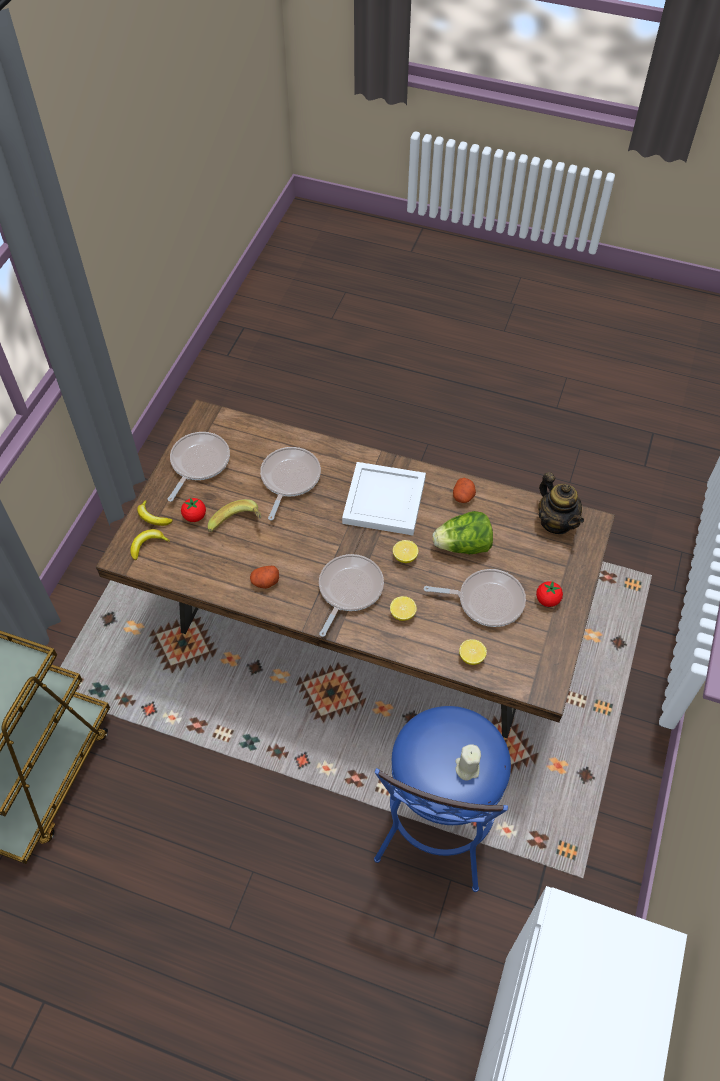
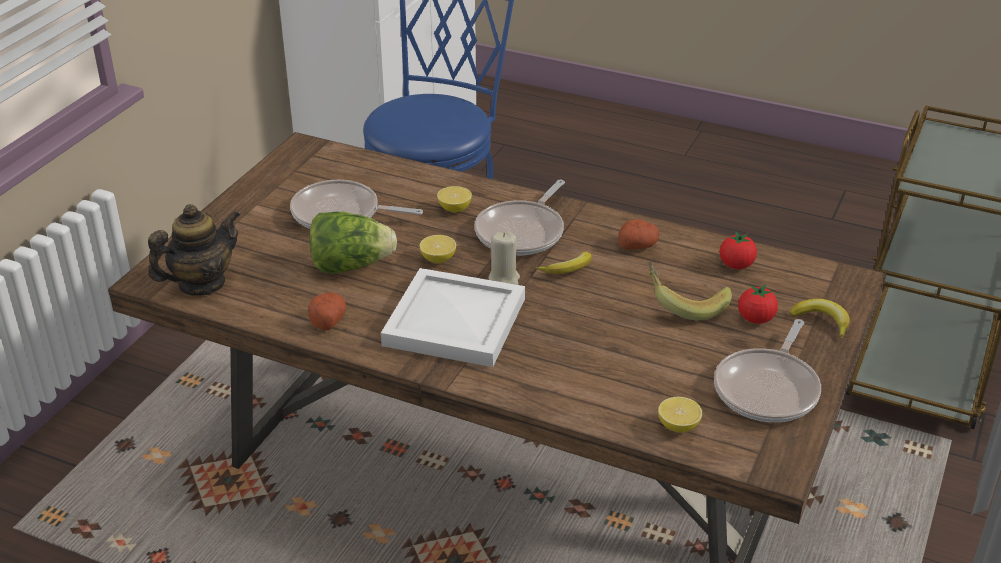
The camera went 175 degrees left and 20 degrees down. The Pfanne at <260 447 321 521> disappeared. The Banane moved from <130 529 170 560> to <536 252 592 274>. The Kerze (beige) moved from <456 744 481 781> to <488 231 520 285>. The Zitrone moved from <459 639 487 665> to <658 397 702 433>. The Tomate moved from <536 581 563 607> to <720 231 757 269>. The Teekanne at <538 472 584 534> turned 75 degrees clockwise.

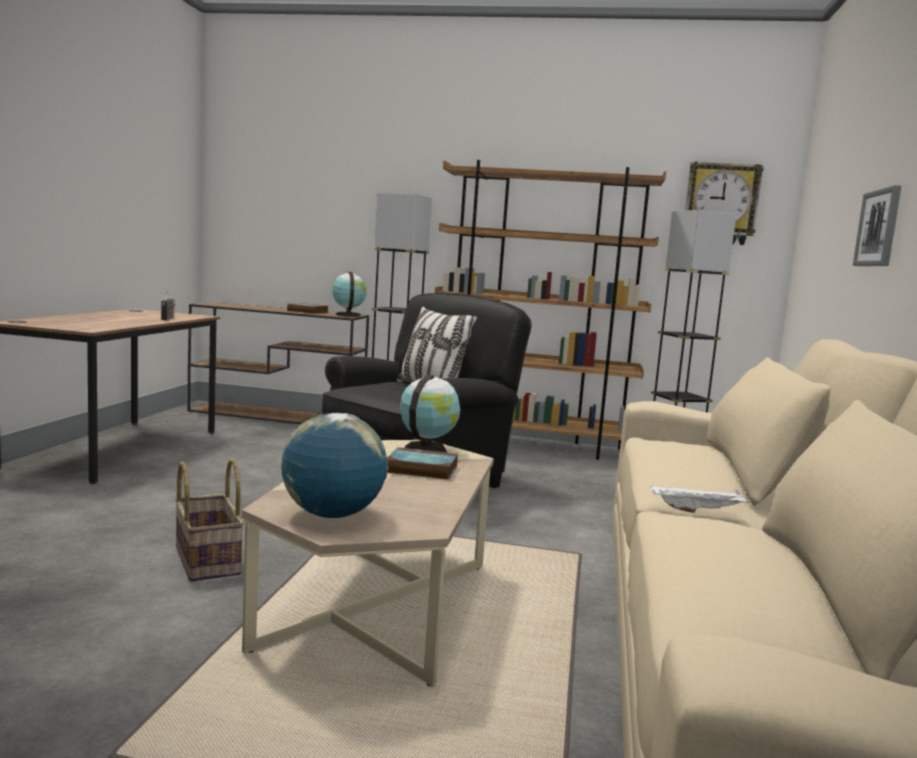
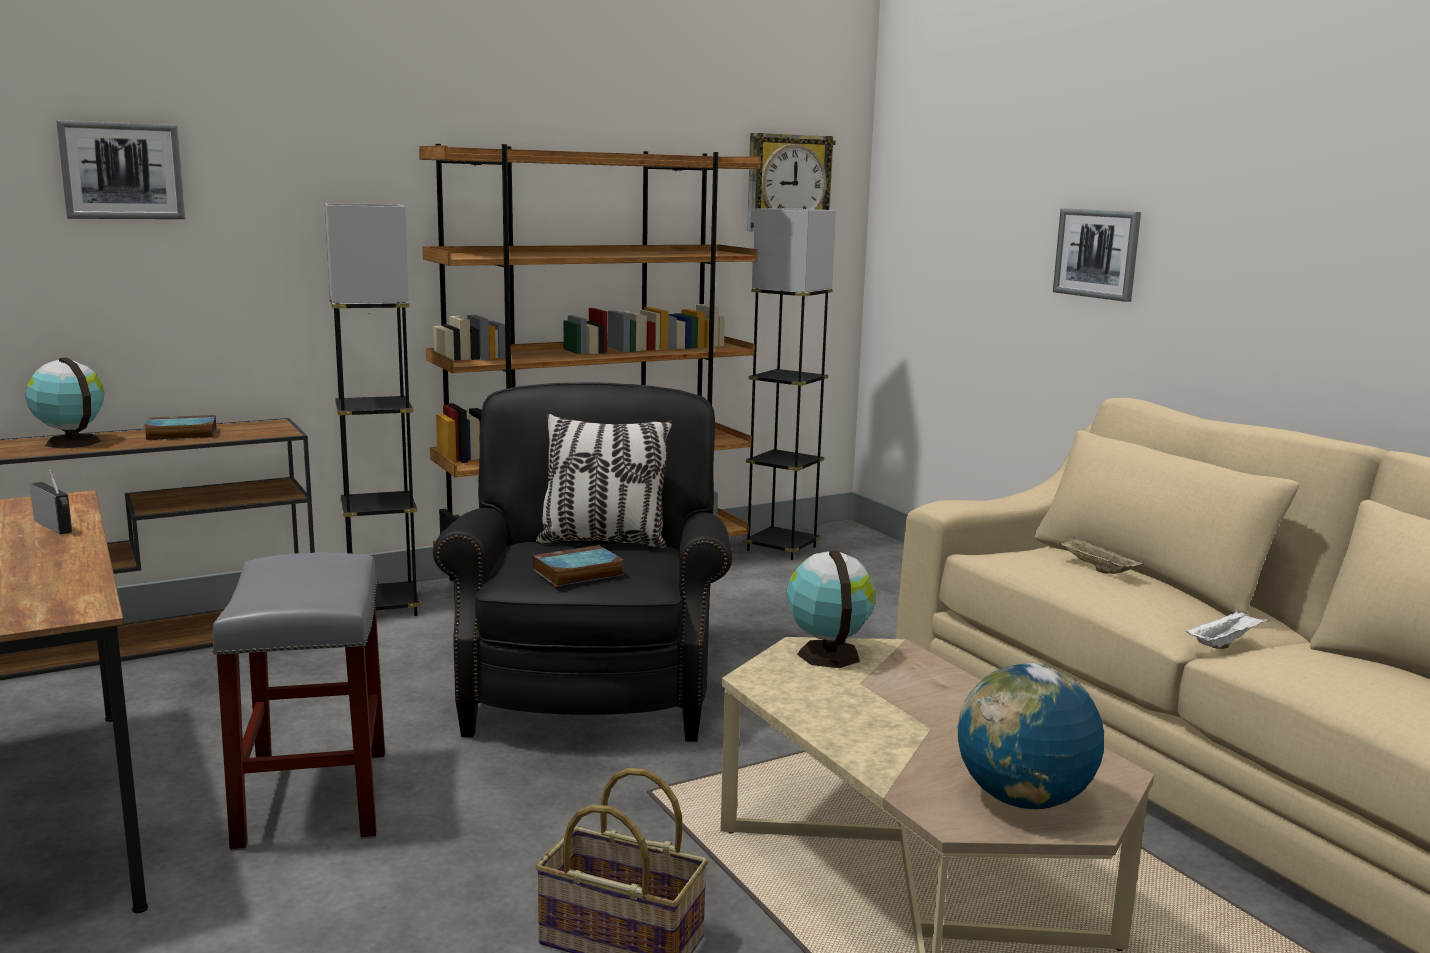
The camera went 40 degrees left and 5 degrees up. The Bild at <56 120 185 219> appeared. The Hocker (grau) at <212 552 385 851> appeared. The Tablett (beige) at <1057 537 1144 574> appeared. The Globus moved from <332 272 367 317> to <25 357 105 449>. The Buch moved from <387 447 458 480> to <533 545 623 586>.

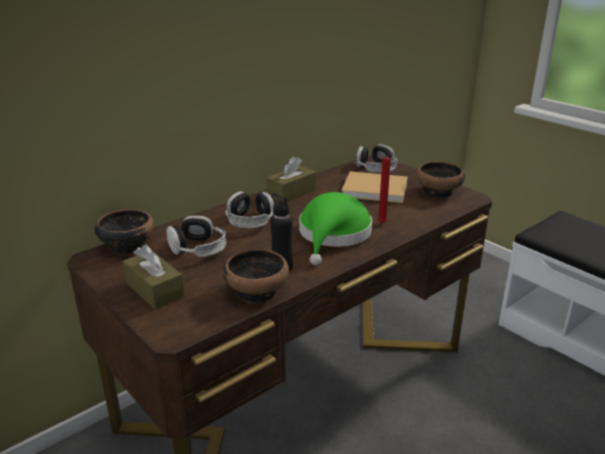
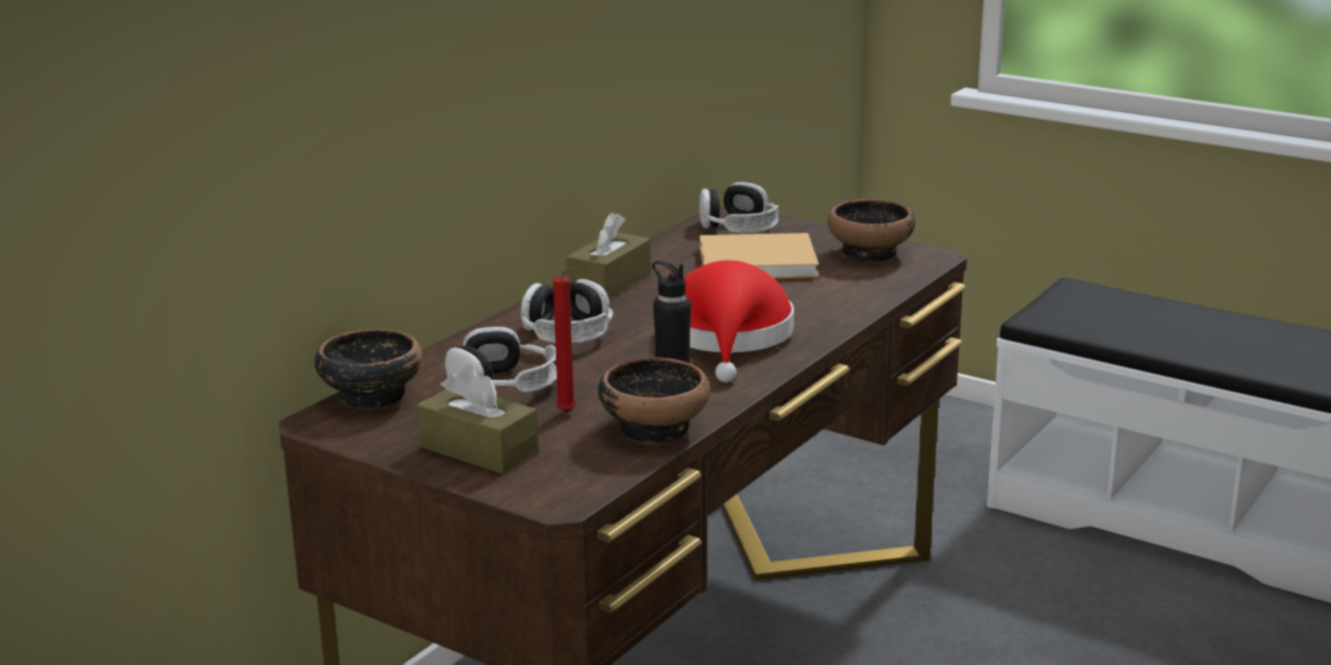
The camera went 15 degrees left and 5 degrees down. The Kerze (rot) moved from <377 153 393 223> to <553 267 576 413>. The Hut (grün) at <299 192 372 265> became the Hut (rot) at <684 260 794 382>.

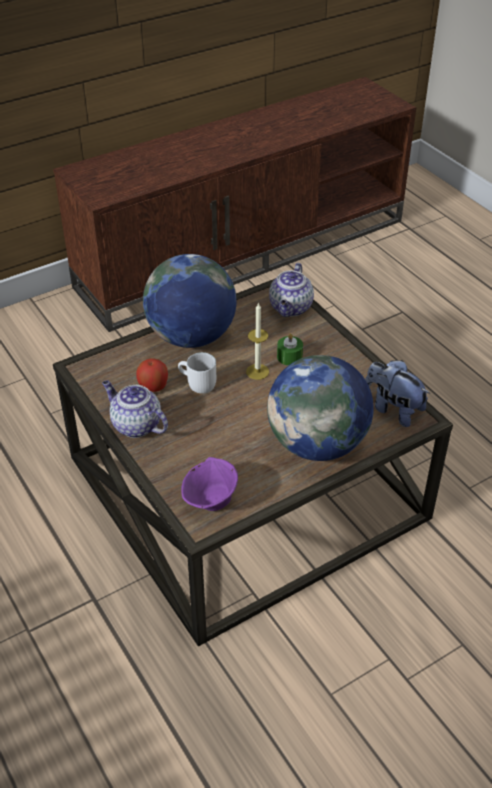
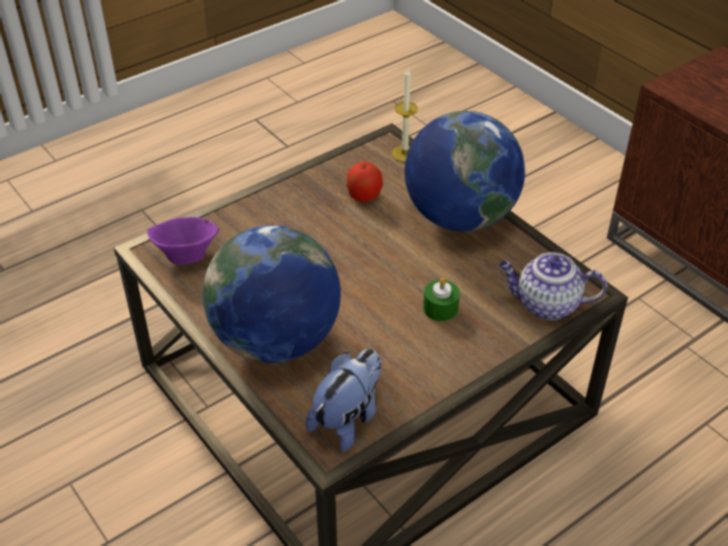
The camera went 85 degrees right and 0 degrees up. The Teekanne at <102 380 168 438> disappeared. The Henkelbecher (weiß) at <178 352 216 394> disappeared. The Kerze moved from <246 302 269 380> to <392 68 418 162>.

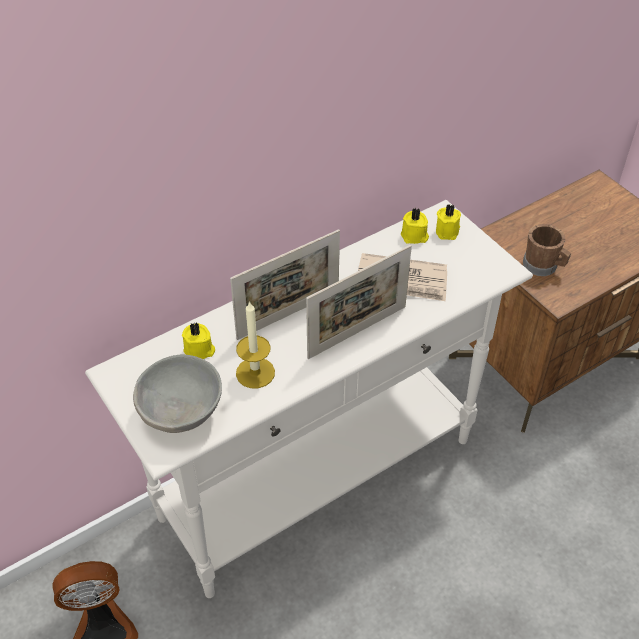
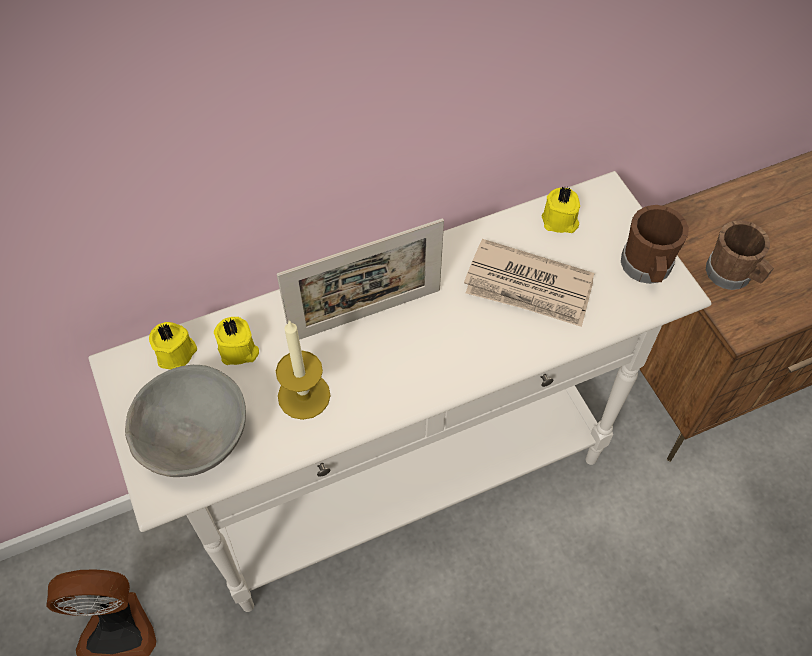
The camera went 10 degrees right and 10 degrees up. The Bilderrahmen at <306 245 412 359> disappeared. The Henkelbecher (braun) at <621 205 689 284> appeared. The Kerze (gelb) moved from <436 204 461 240> to <149 322 197 370>.

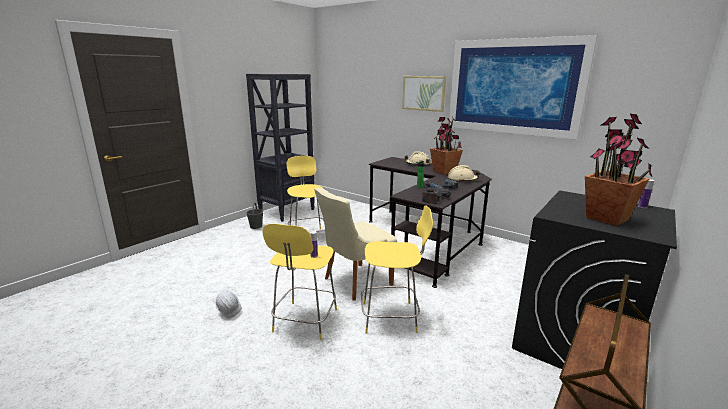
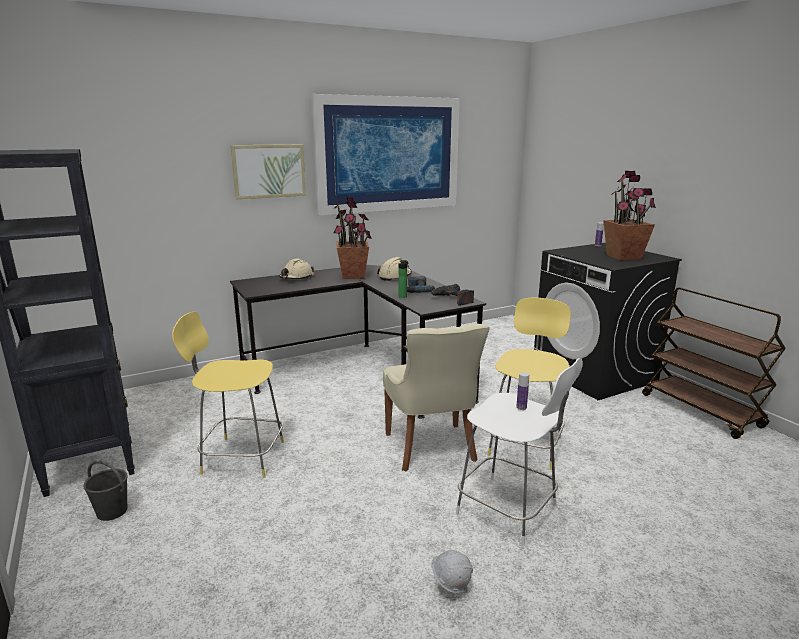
The camera went 65 degrees left and 0 degrees up. The Hocker (gelb) at <262 224 337 340> became the Hocker (weiß) at <456 358 583 546>.

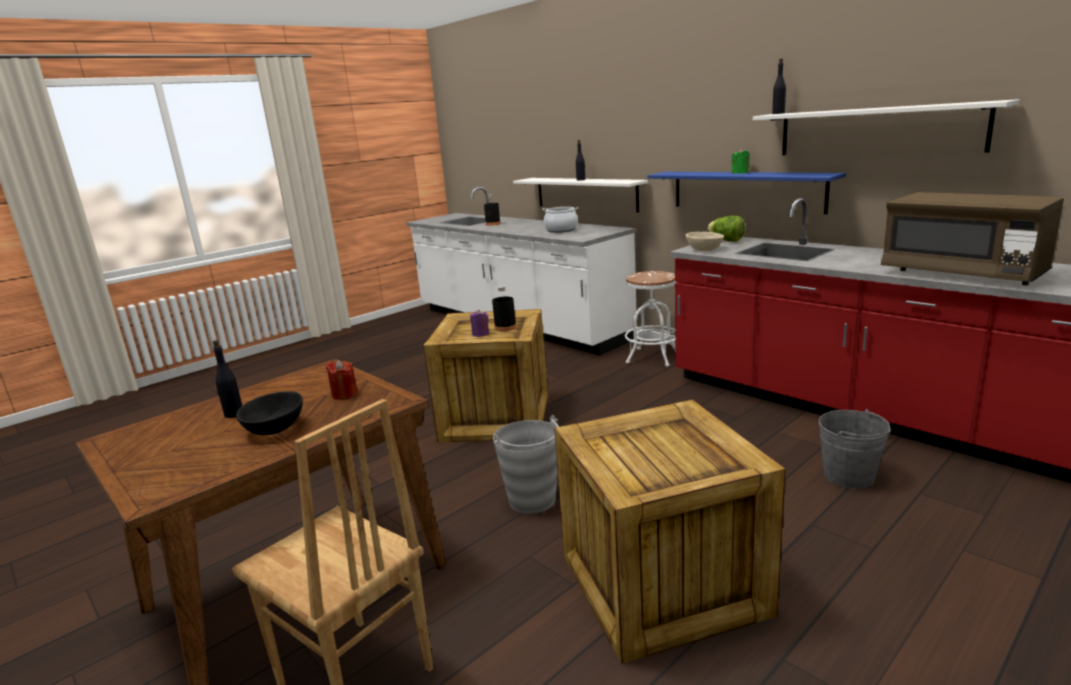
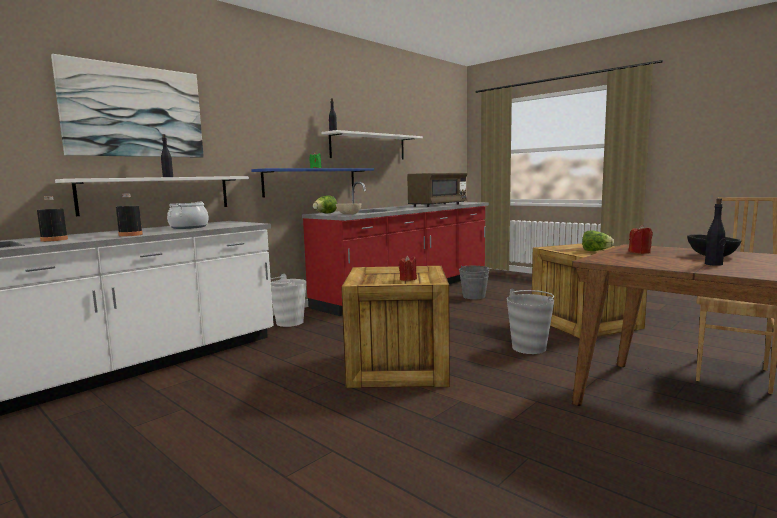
The camera went 95 degrees left and 10 degrees down. The Bild at <51 54 204 158> appeared. The Salatkopf at <582 231 614 251> appeared. The Flasche (schwarz) moved from <492 286 516 331> to <116 194 143 236>. The Hocker (weiß) at <625 271 676 367> was replaced by the Eimer (weiß) at <271 274 306 327>. The Kerze (lila) at <470 310 489 337> became the Kerze (rot) at <399 255 417 281>.

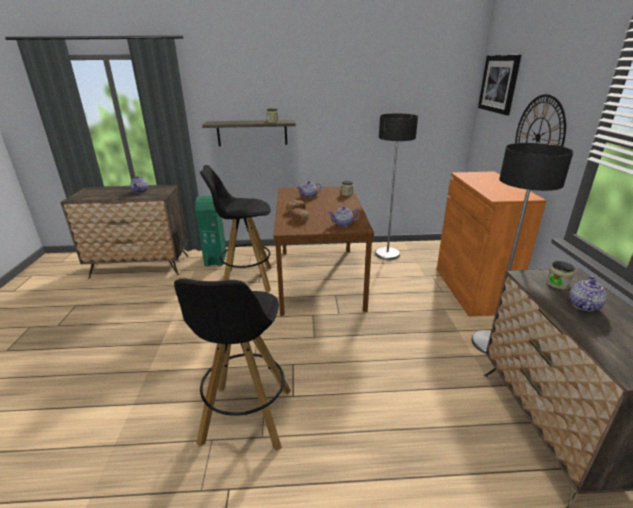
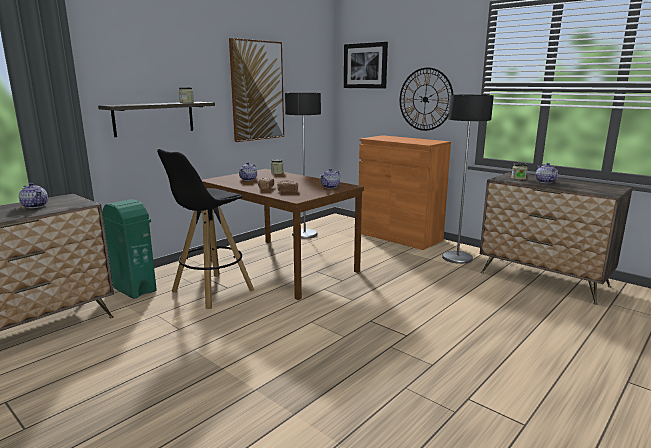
The camera went 45 degrees left and 10 degrees down. The Hocker (schwarz) at <174 278 291 451> disappeared. The Bild at <229 38 284 142> appeared.

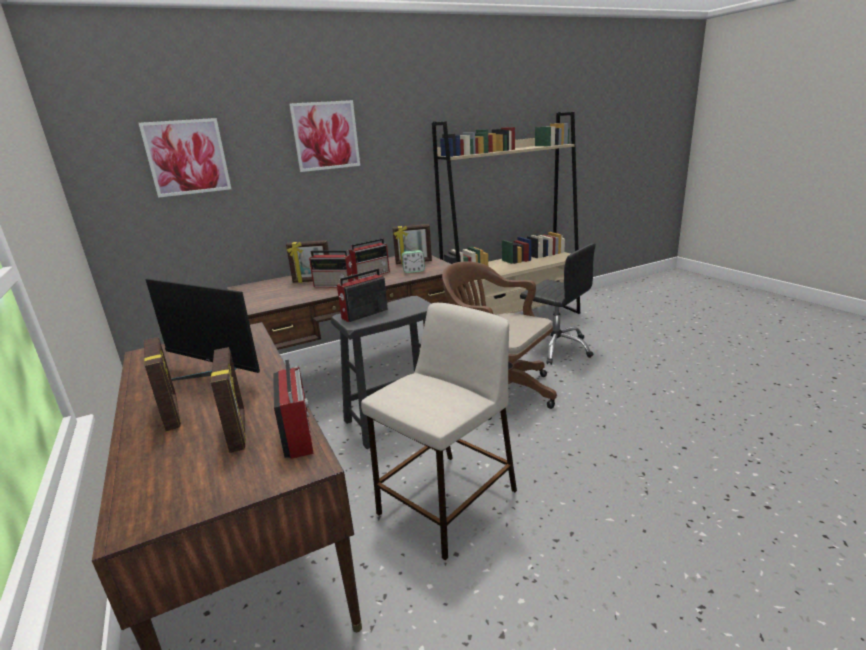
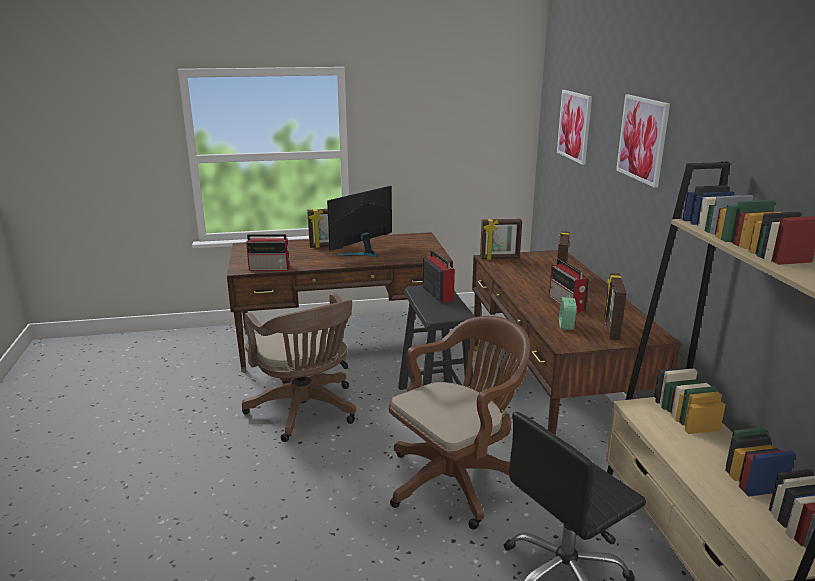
The camera went 105 degrees right and 0 degrees up. The Radio at <309 250 354 287> disappeared. The Bilderrahmen moved from <211 347 246 453> to <480 219 522 260>. The Hocker (beige) at <361 303 517 560> was replaced by the Bürostuhl (braun) at <242 294 356 442>.

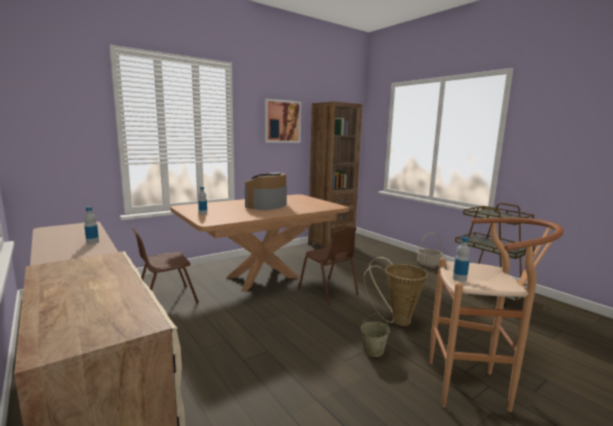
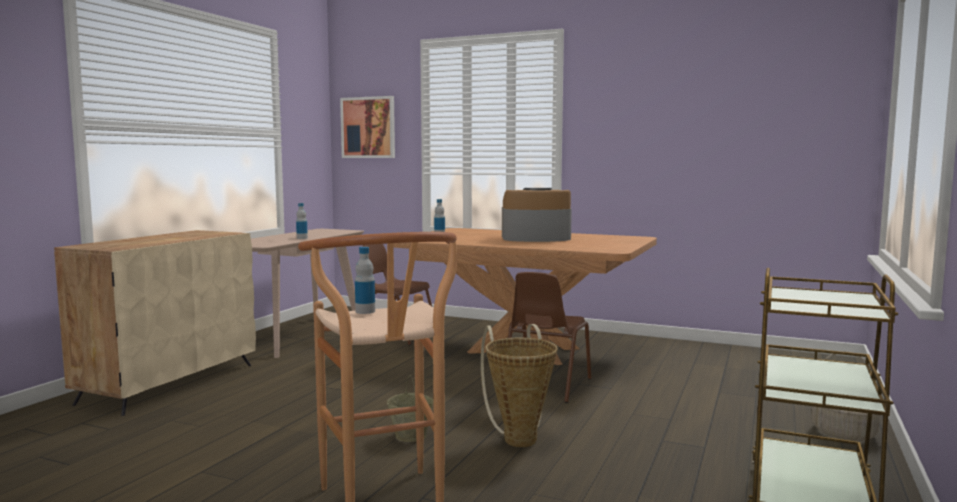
The camera went 60 degrees right and 5 degrees down. The Bücherregal (braun) at <308 101 363 248> disappeared. The Bild moved from <265 99 301 143> to <340 96 395 158>.

